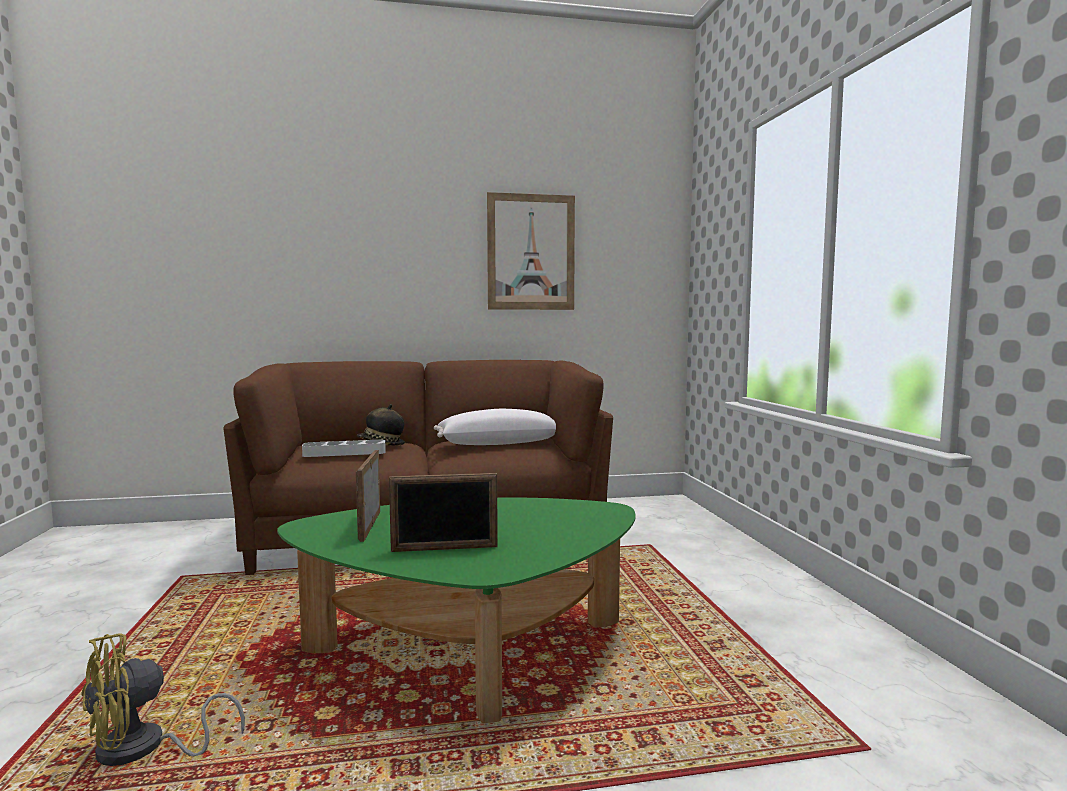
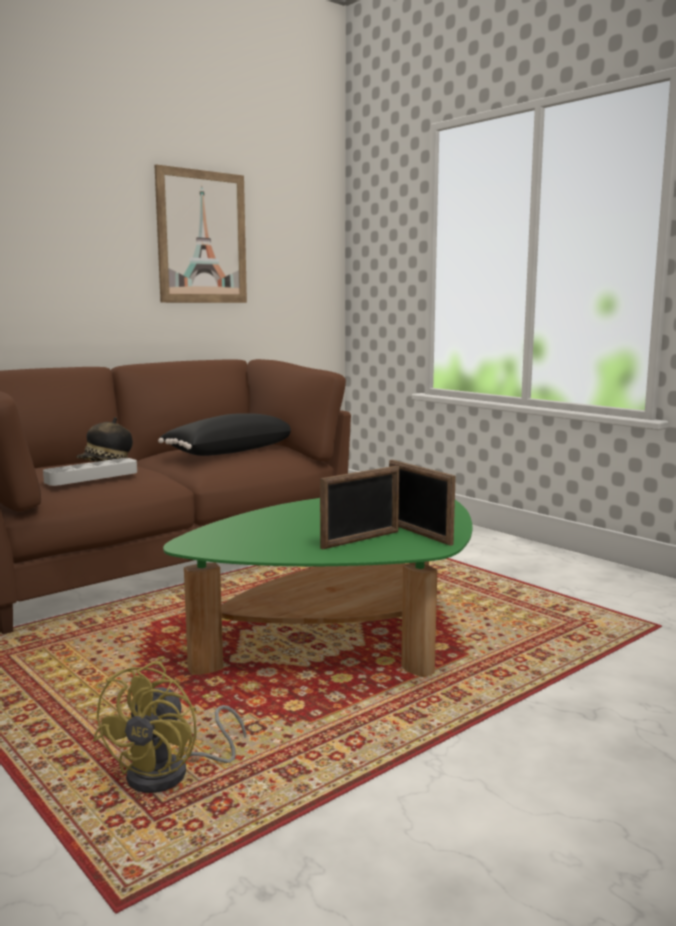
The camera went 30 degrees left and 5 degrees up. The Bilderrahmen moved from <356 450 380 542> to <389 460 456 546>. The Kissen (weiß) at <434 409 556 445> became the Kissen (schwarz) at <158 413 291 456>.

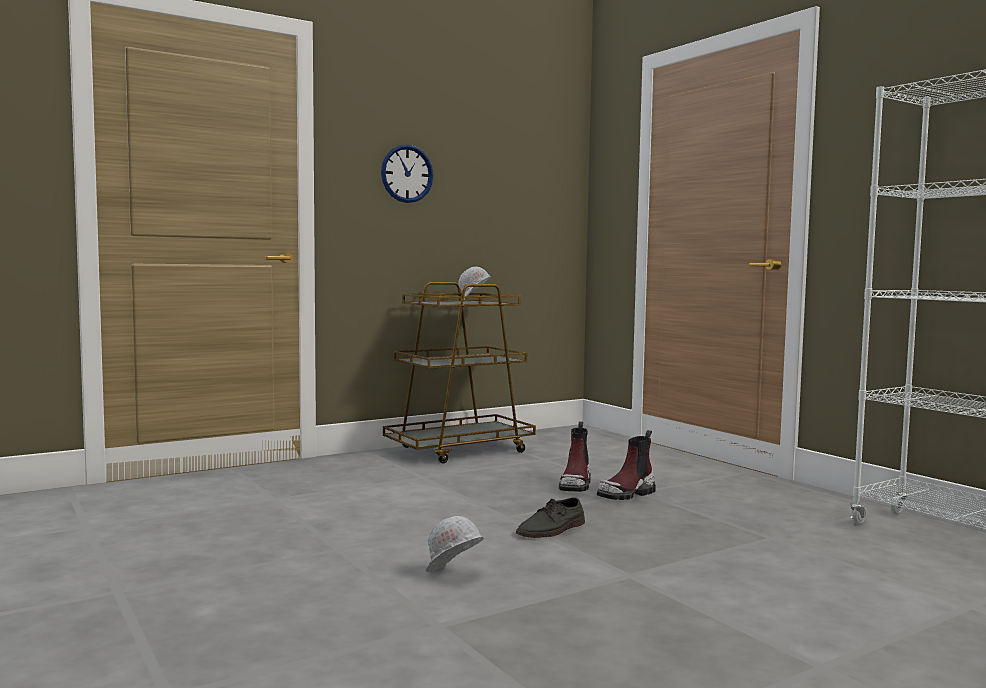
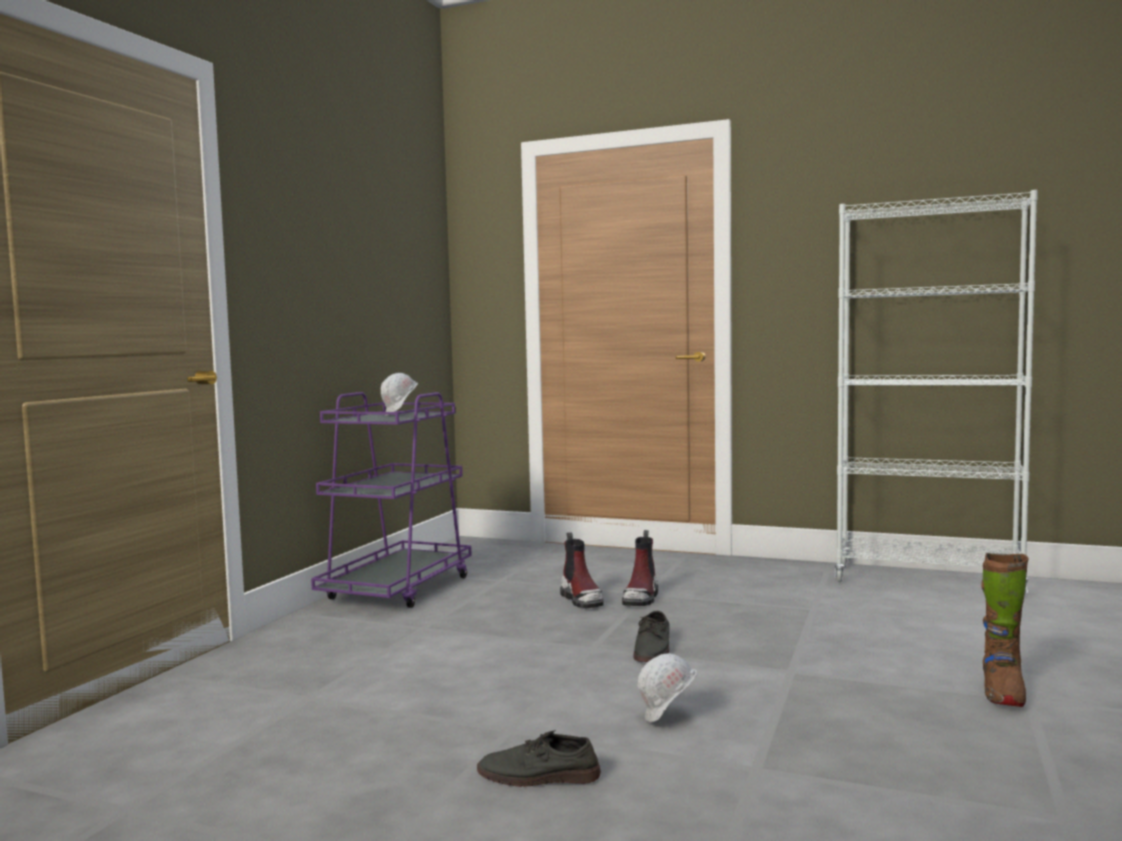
The camera went 35 degrees left and 0 degrees up. The Wanduhr at <381 145 433 203> disappeared. The Schuh (grau) at <477 730 601 787> appeared. The Stiefel (braun) at <981 553 1029 707> appeared. The Rollwagen (braun) at <383 282 536 463> became the Rollwagen (lila) at <311 392 472 608>.

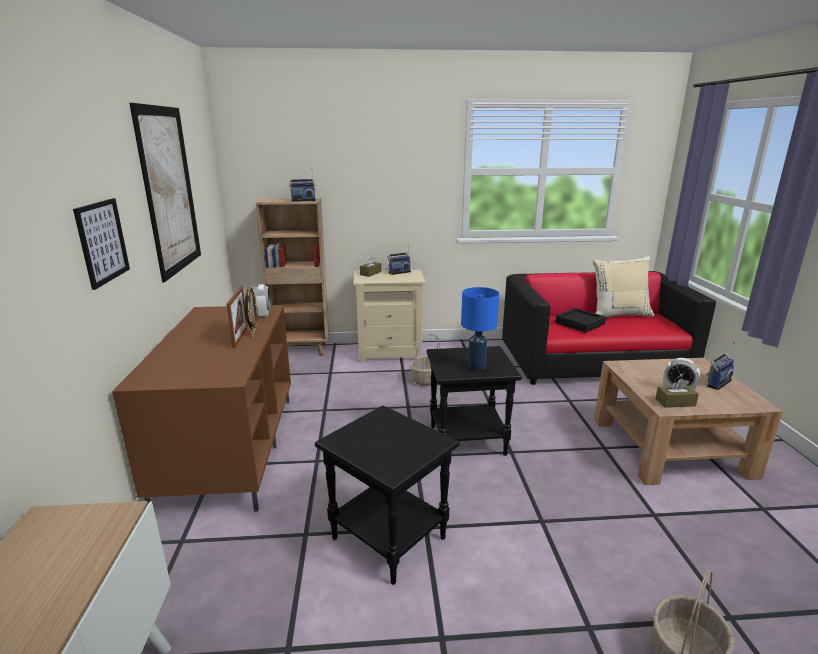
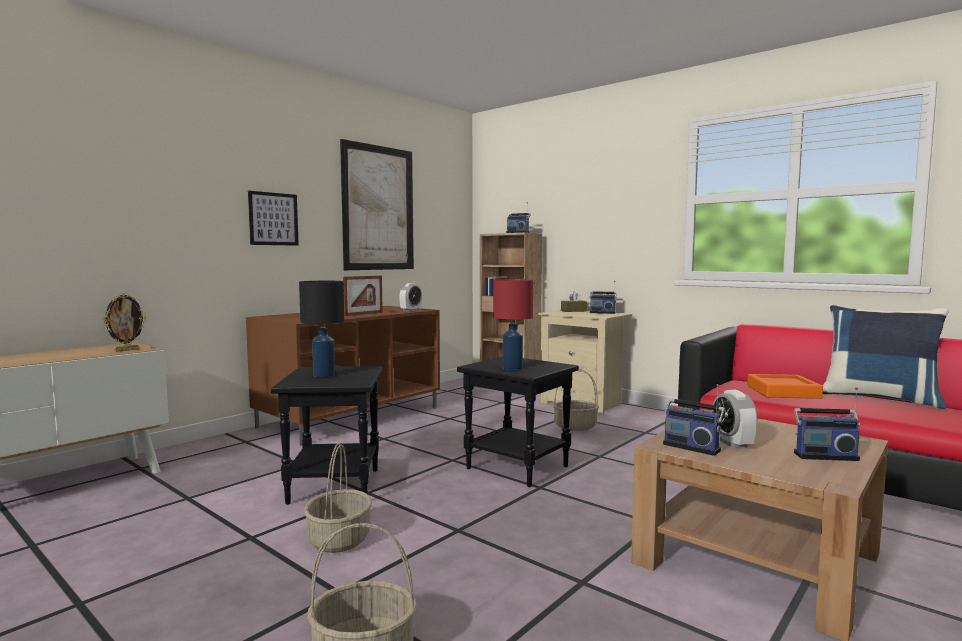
The camera went 45 degrees right and 15 degrees down. The Tischlampe (schwarz) at <299 281 344 377> appeared. The Korb at <304 443 372 553> appeared. The Bilderrahmen moved from <245 285 257 338> to <103 293 146 352>. The Taschentuchbox (braun) at <655 378 699 408> was replaced by the Radio at <663 384 725 456>. The Tischlampe (blau) at <461 287 499 370> became the Tischlampe (rot) at <493 279 533 370>. The Tablett (schwarz) at <555 308 606 333> became the Tablett (orange) at <747 374 823 399>. The Kissen (beige) at <593 256 654 318> became the Kissen (blau) at <822 305 949 409>.

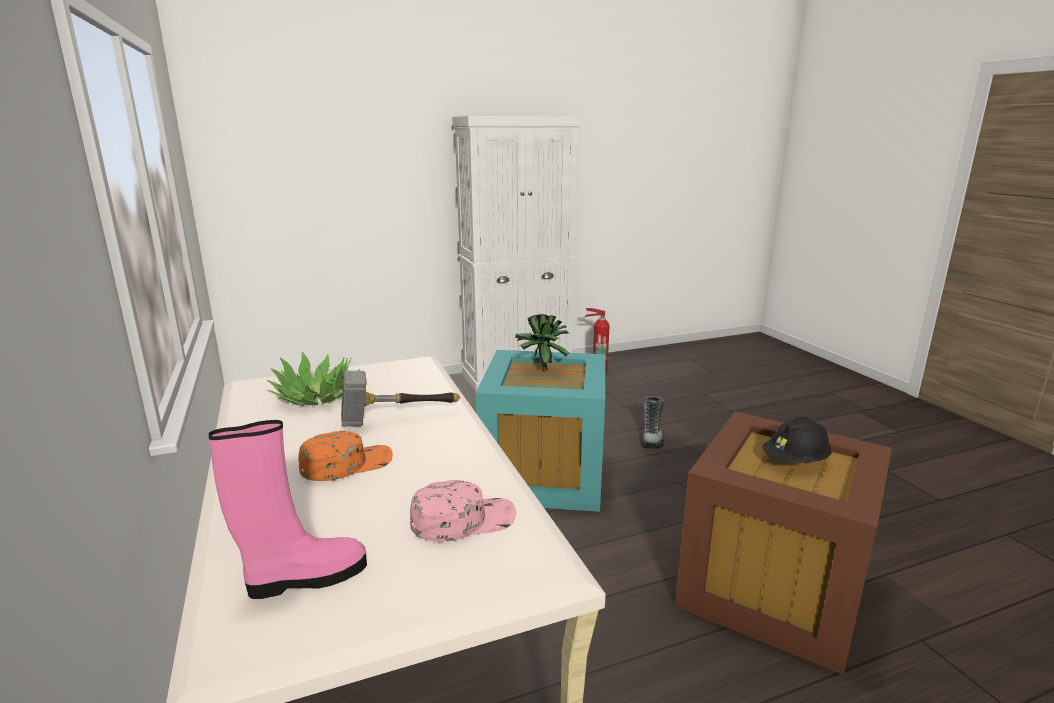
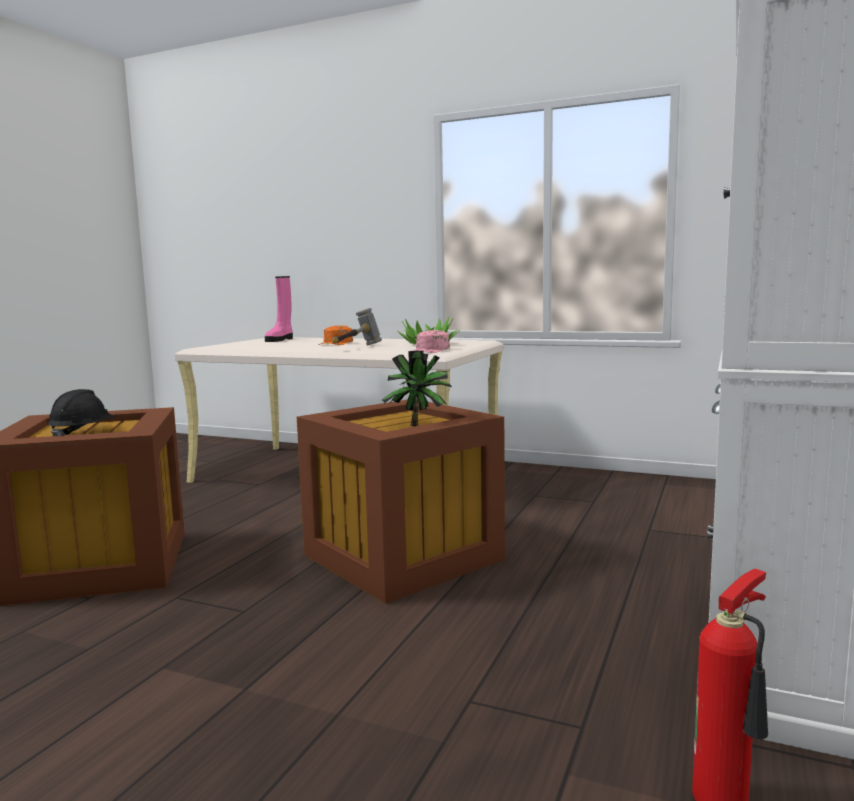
The camera went 135 degrees right and 10 degrees down. The Stiefel at <640 396 665 449> disappeared. The Kappe (rosa) moved from <410 480 516 542> to <412 330 450 353>. The Aufbewahrungsbox (türkis) at <476 350 605 512> became the Aufbewahrungsbox (braun) at <297 400 505 604>.

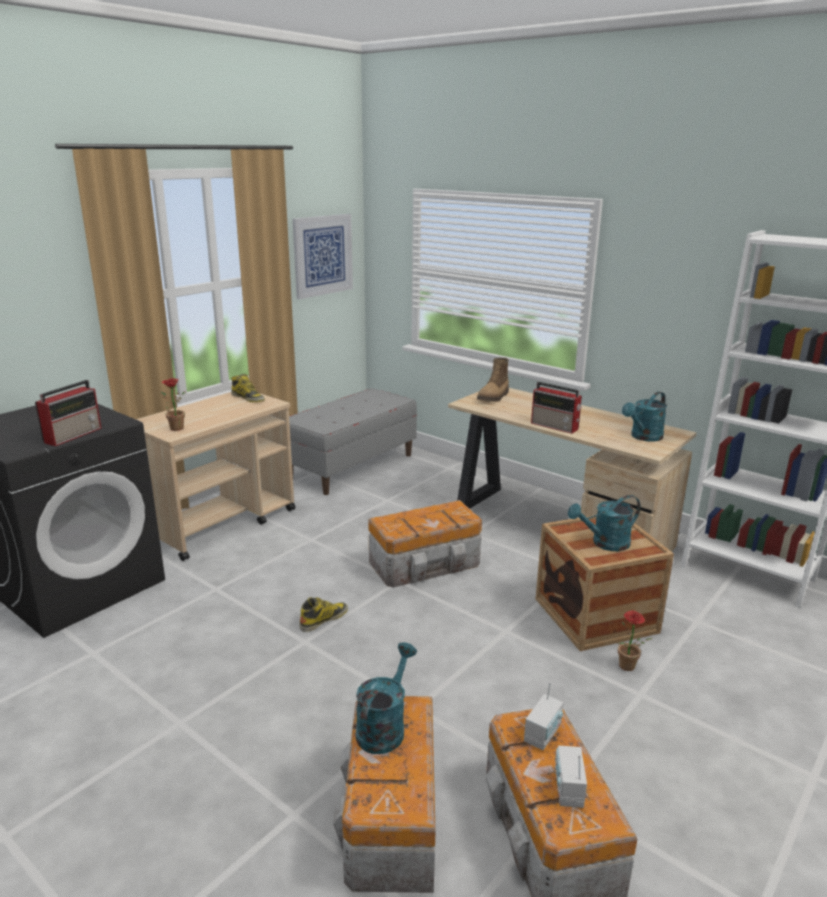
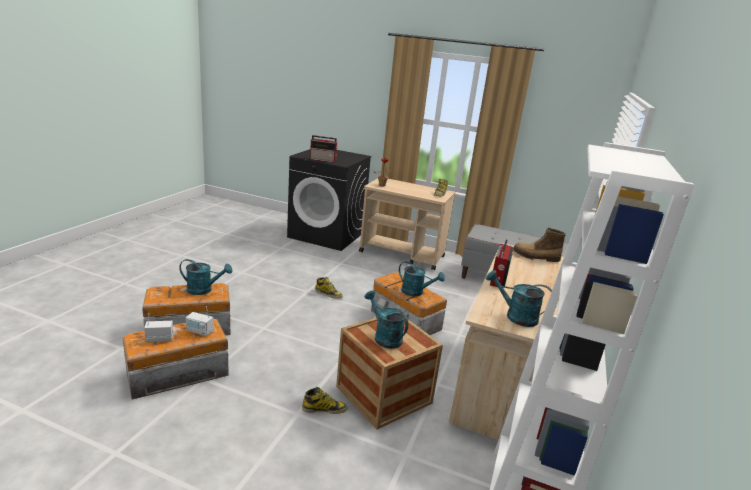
The camera went 70 degrees right and 0 degrees up. The Bild at <293 214 353 299> disappeared. The Gießkanne (türkis) at <399 261 445 296> appeared. The Topfpflanze at <618 611 652 671> was replaced by the Stiefel at <302 387 348 414>.

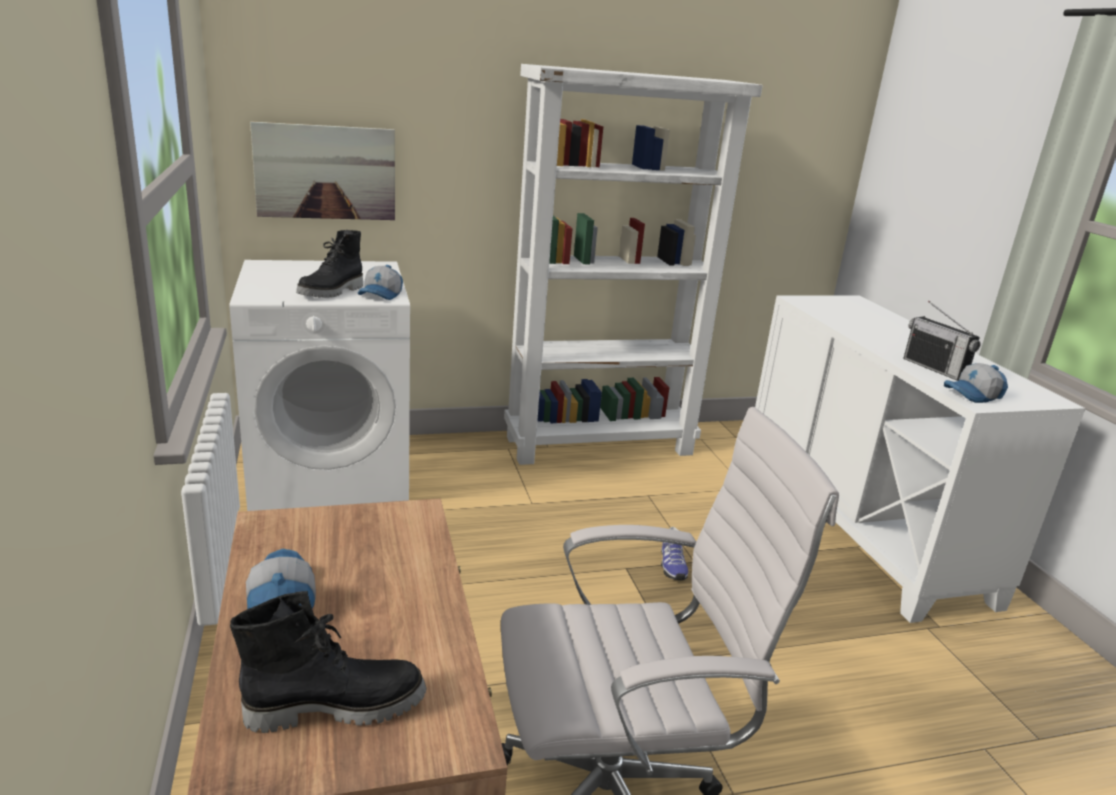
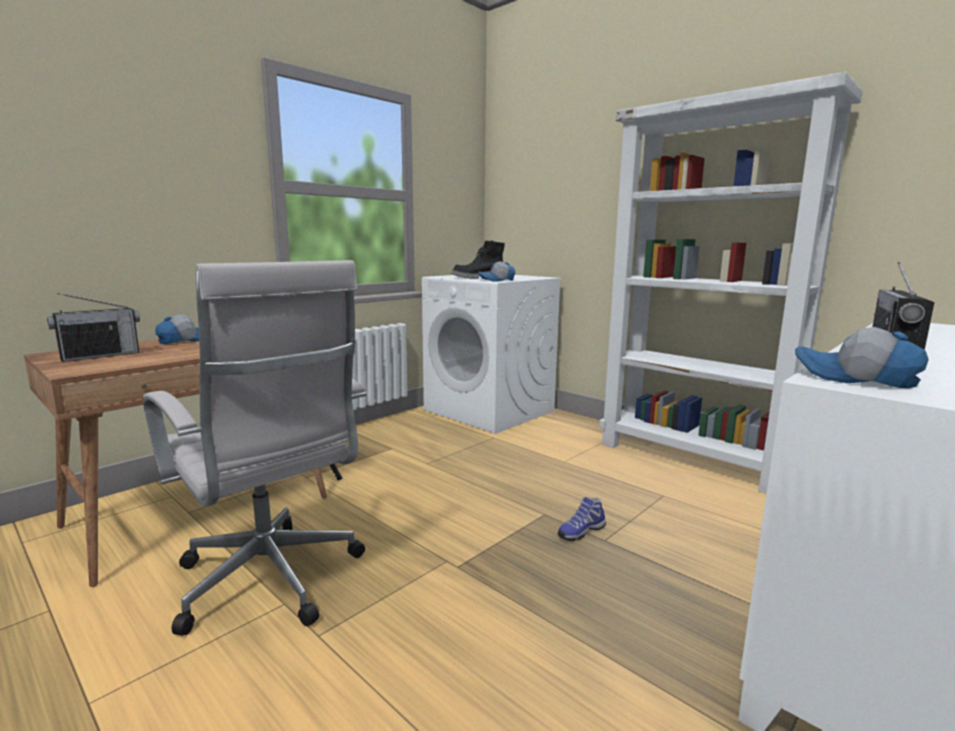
The camera went 60 degrees right and 10 degrees down. The Bild at <250 121 395 220> disappeared. The Stiefel (schwarz) at <230 591 427 733> was replaced by the Radio at <47 293 140 362>.

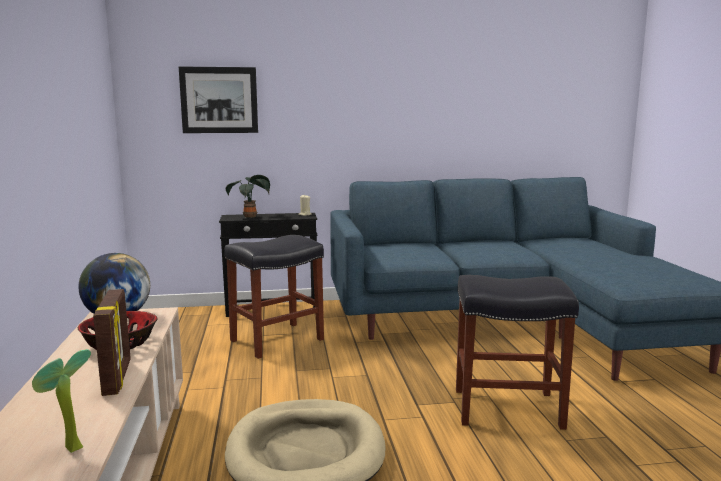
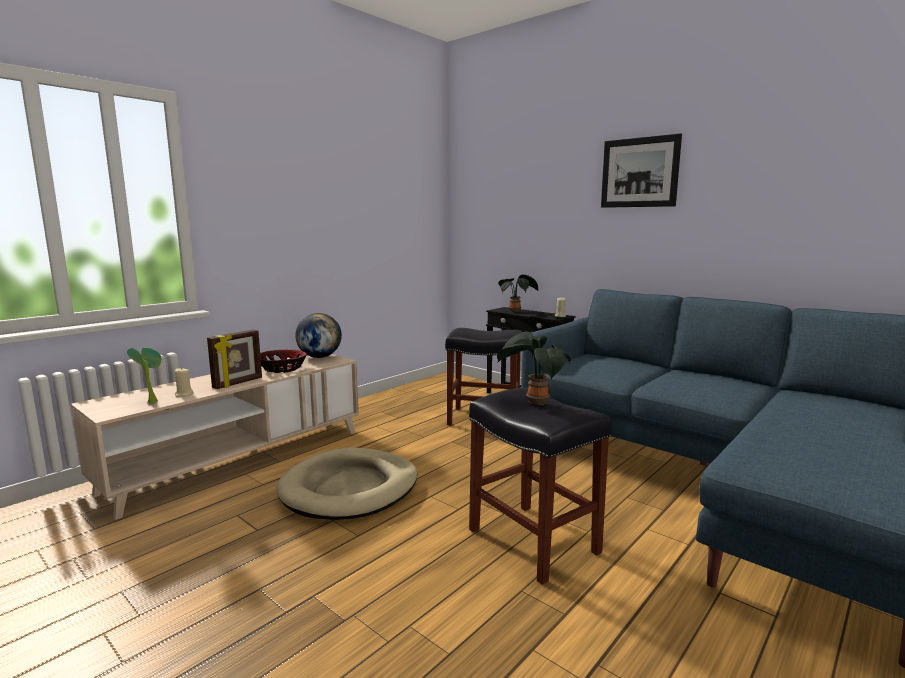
The camera went 50 degrees right and 0 degrees up. The Kerze (beige) at <175 367 194 397> appeared. The Topfpflanze at <497 332 571 406> appeared. The Bild moved from <179 66 258 133> to <601 133 682 208>.

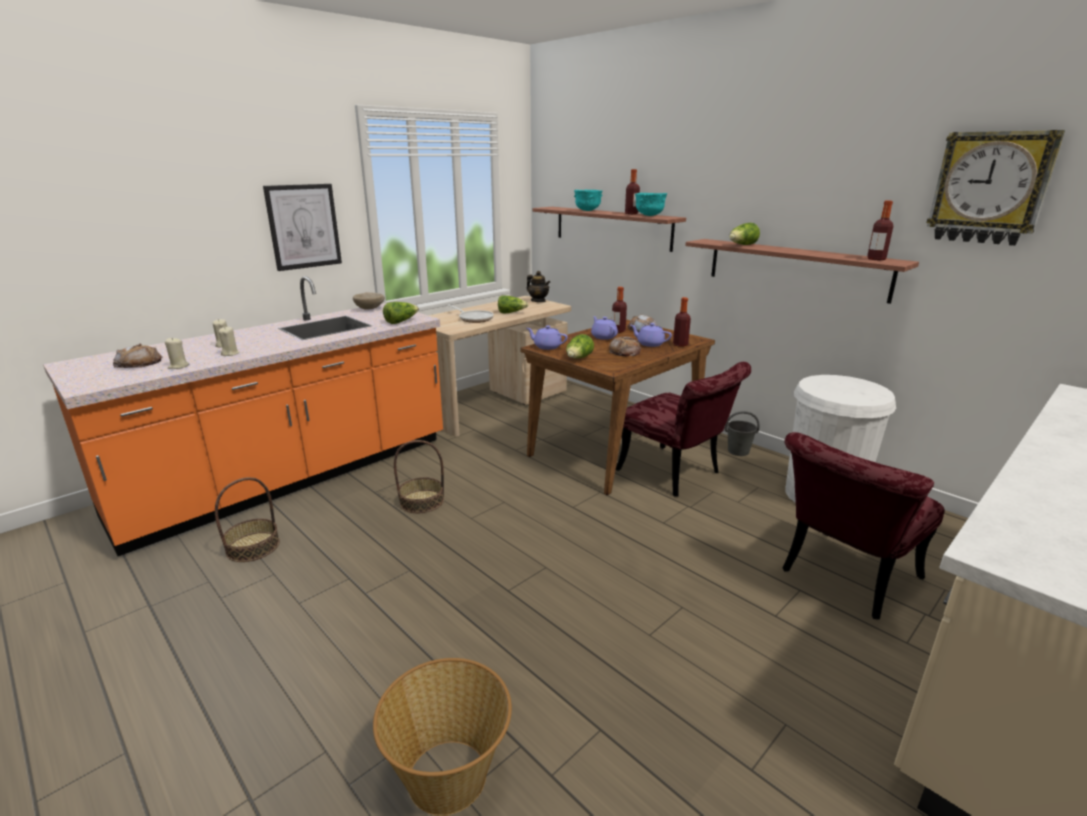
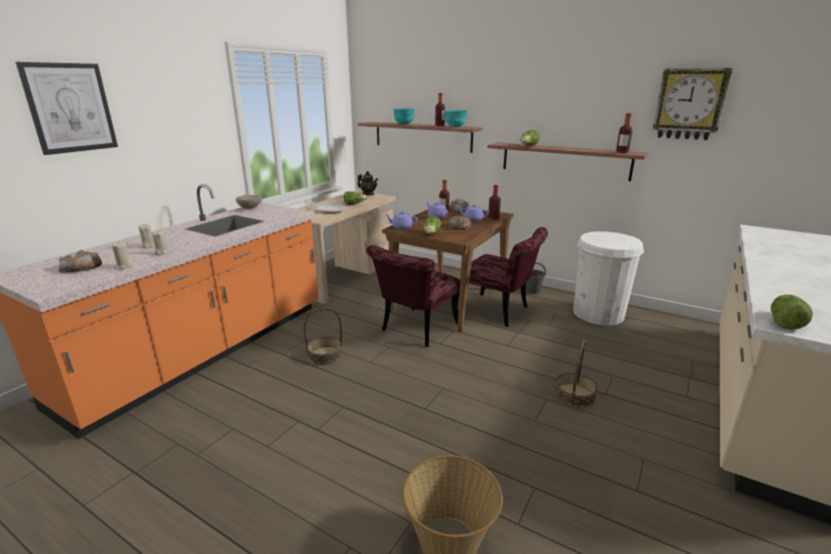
The camera went 15 degrees left and 0 degrees up. The Korb moved from <215 477 280 562> to <554 340 597 408>. The Bild moved from <263 184 342 271> to <16 62 118 155>. The Salatkopf moved from <383 302 419 324> to <771 295 813 330>. The Stuhl (rot) moved from <783 432 945 620> to <366 245 460 347>.

